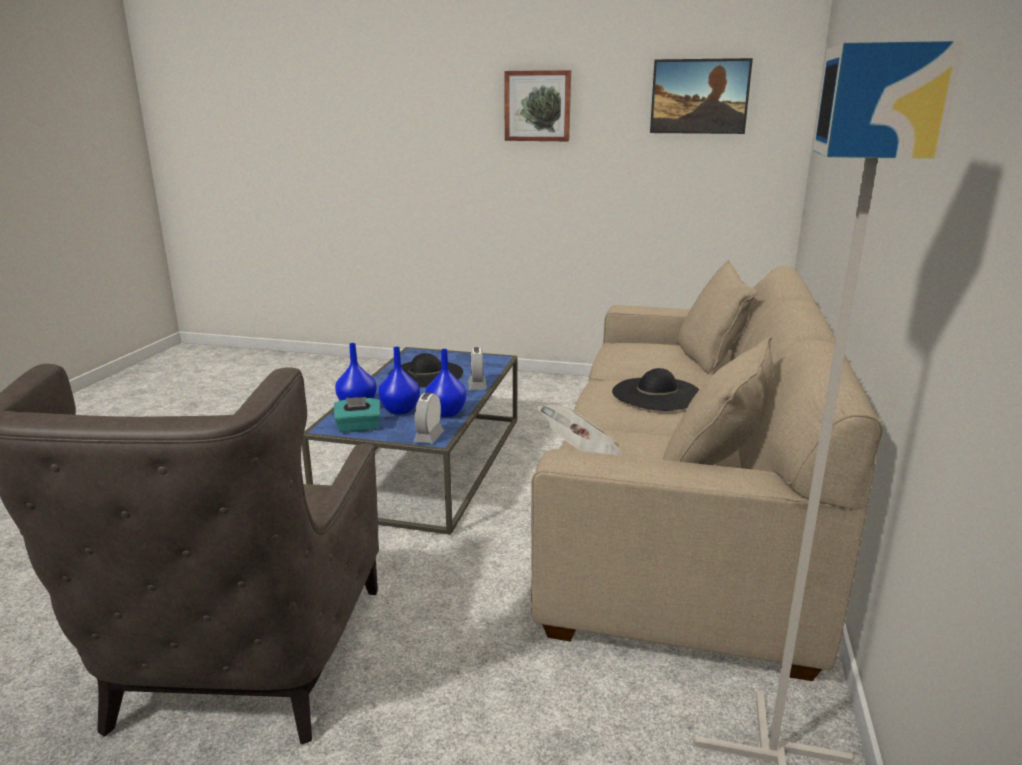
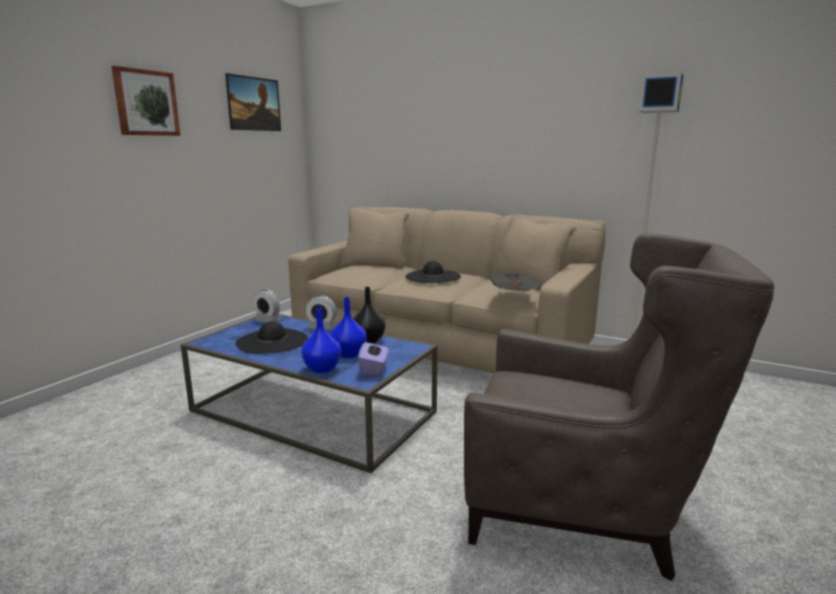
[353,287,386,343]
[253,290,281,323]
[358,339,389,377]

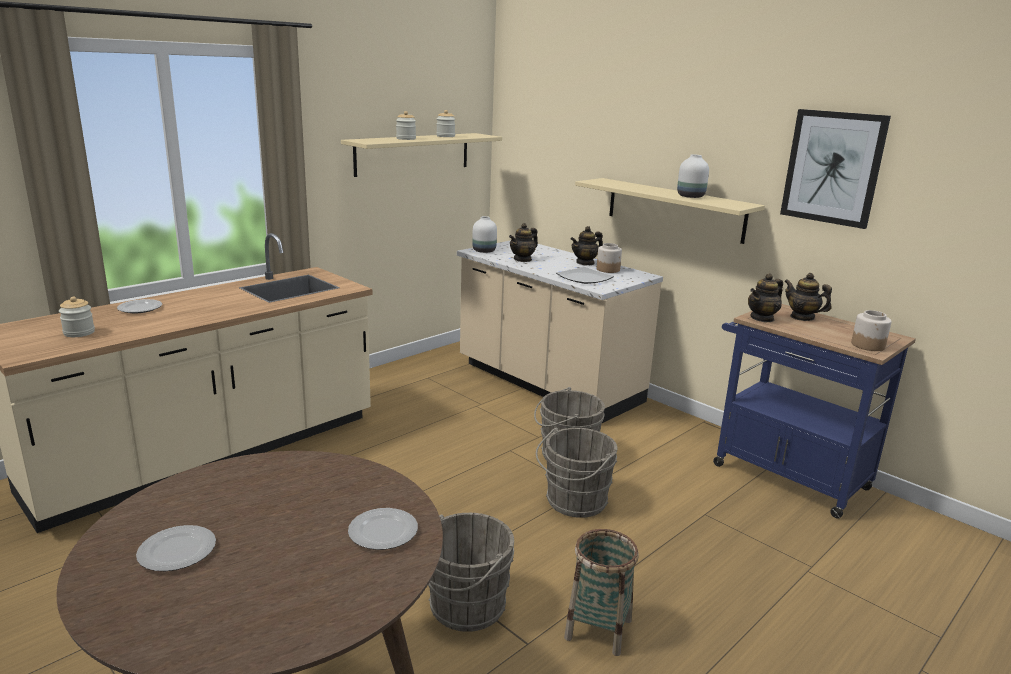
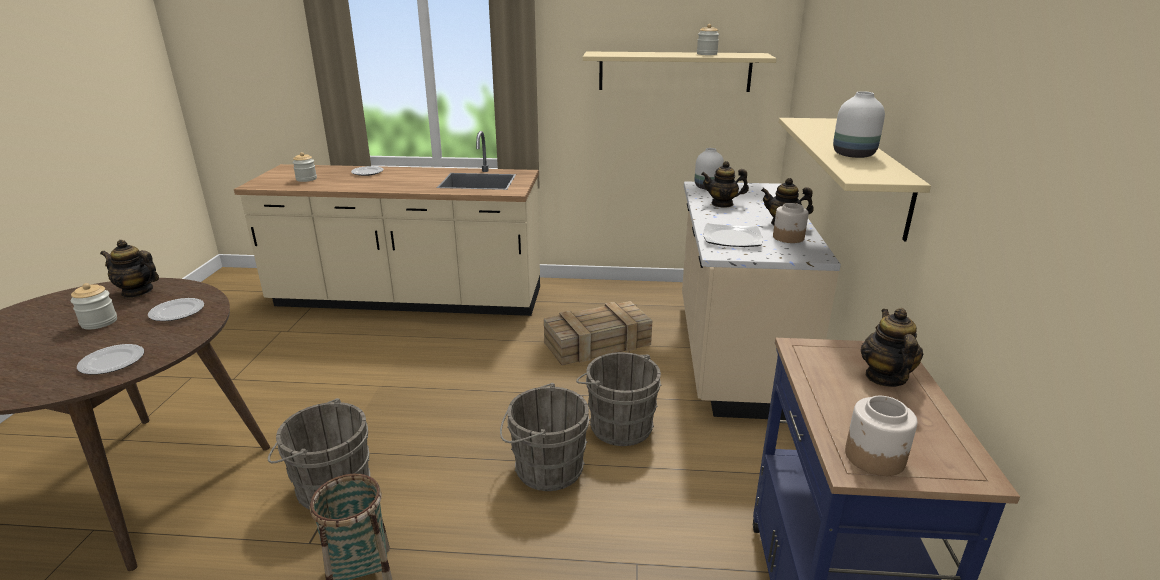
[780,109,891,229] (first image)
[71,283,117,330]
[100,240,159,298]
[148,298,204,321]
[544,301,652,365]

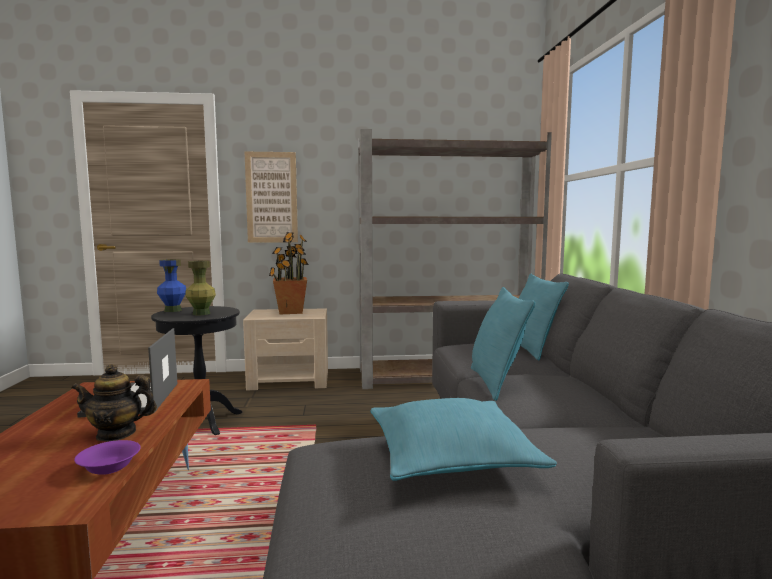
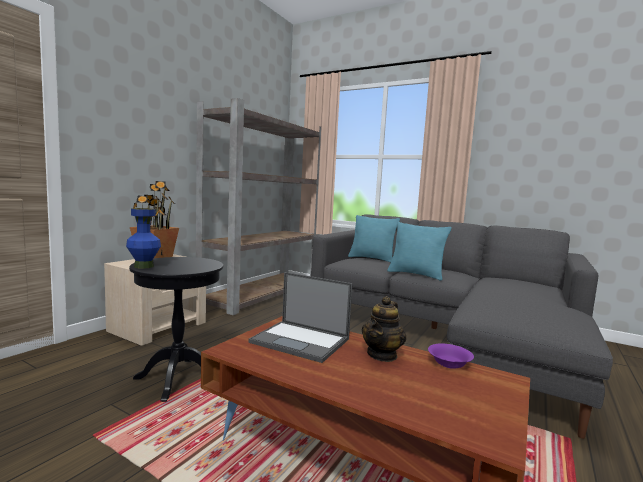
[245,152,298,243] (first image)
[185,261,216,315] (first image)
[370,398,557,481] (first image)

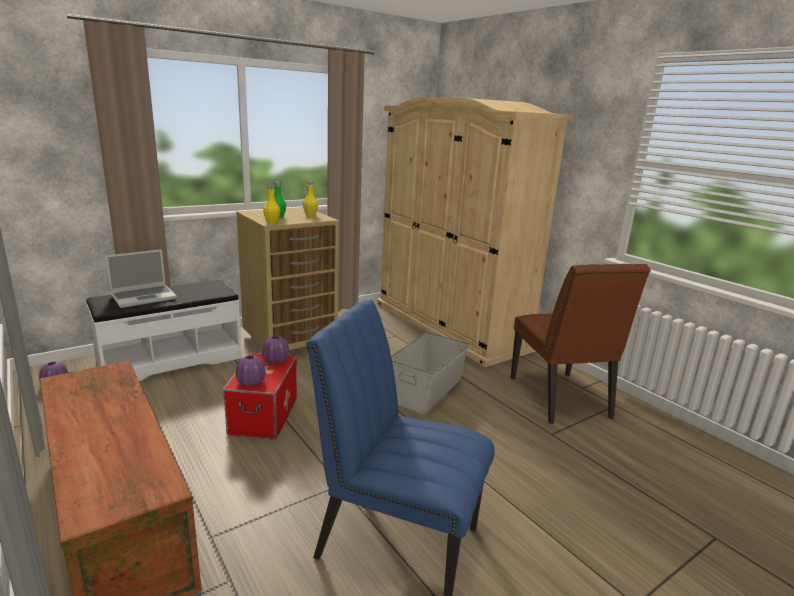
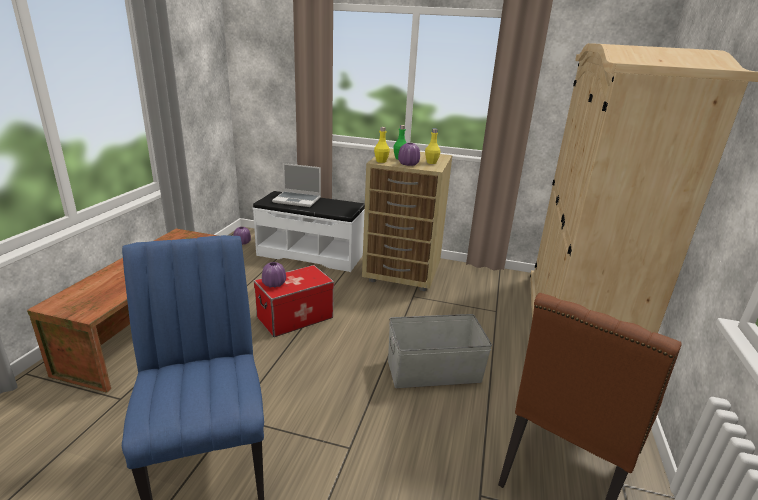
[398,143,420,166]

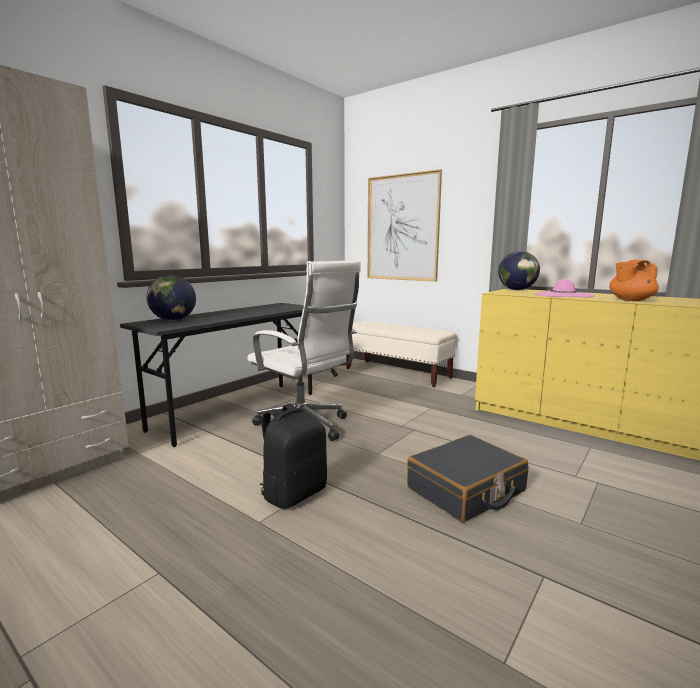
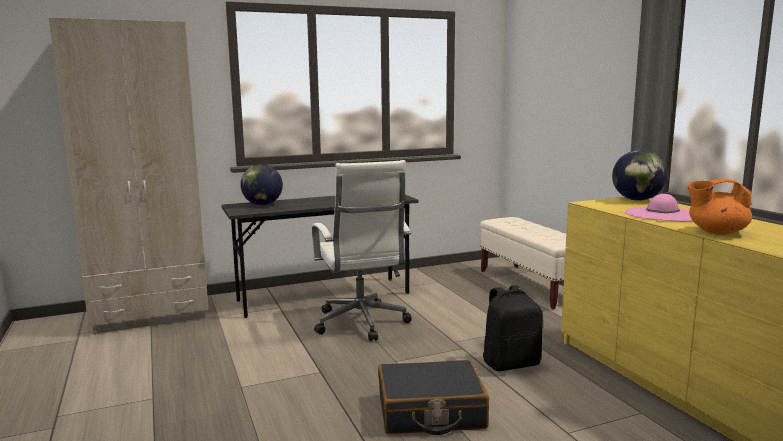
[367,169,442,282] (first image)
[483,285,543,371]

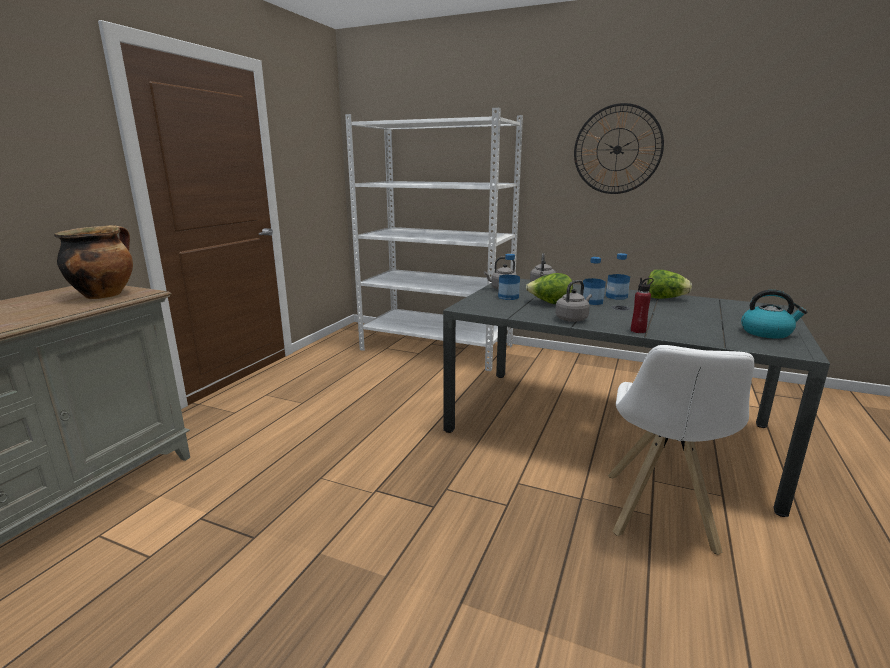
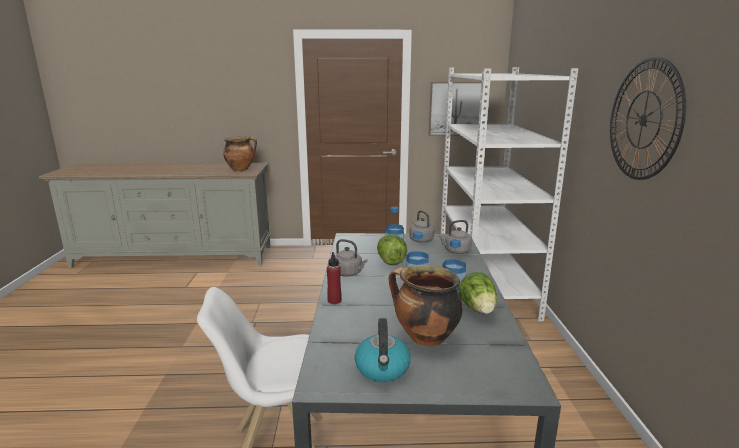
[429,82,482,136]
[388,265,463,347]

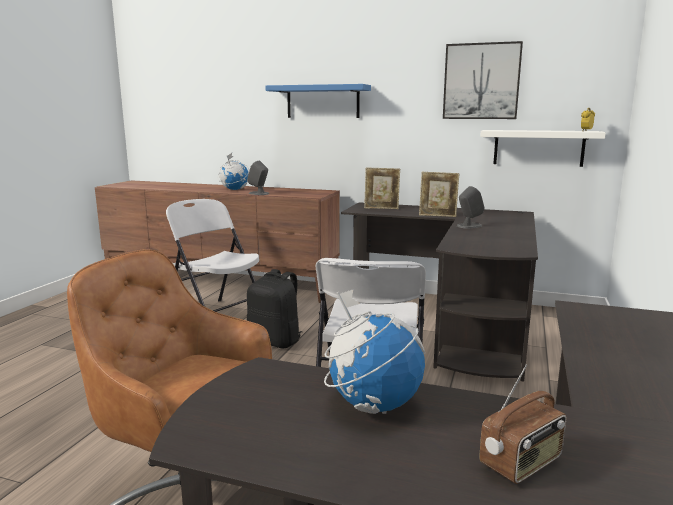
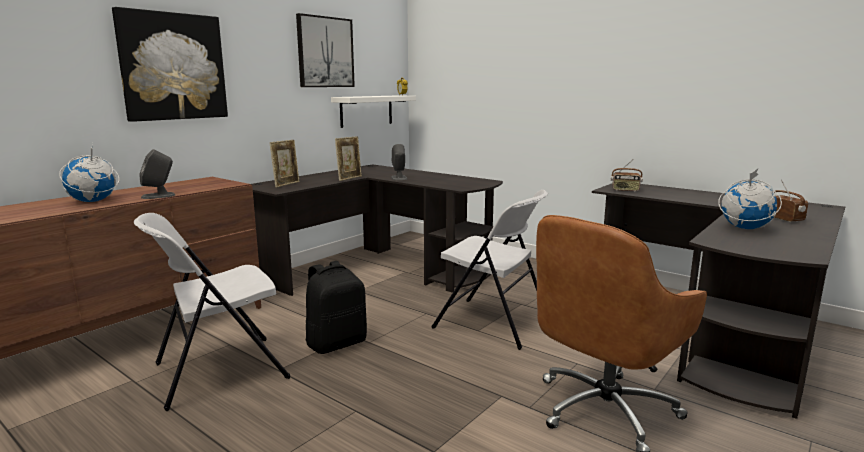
[112,7,228,122]
[611,160,643,191]

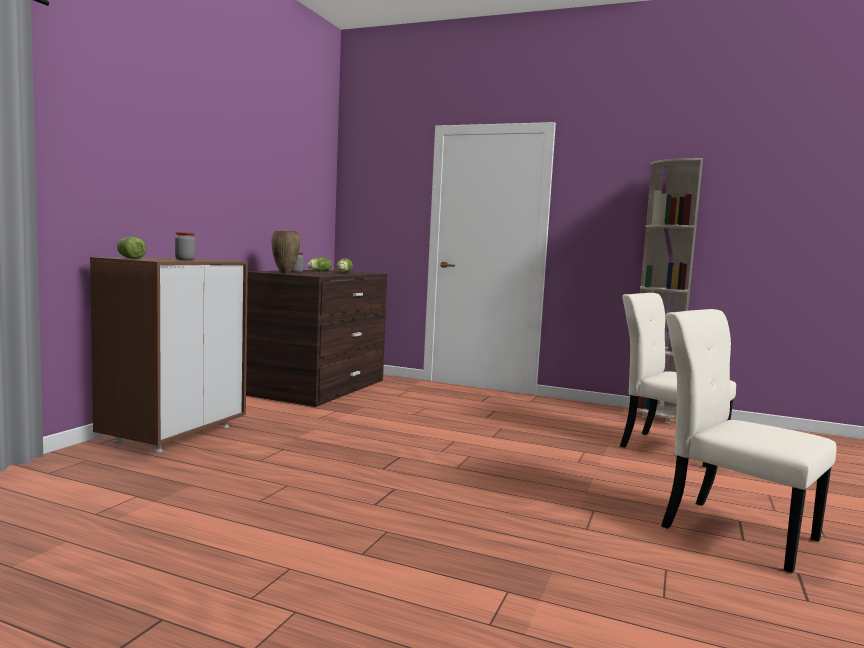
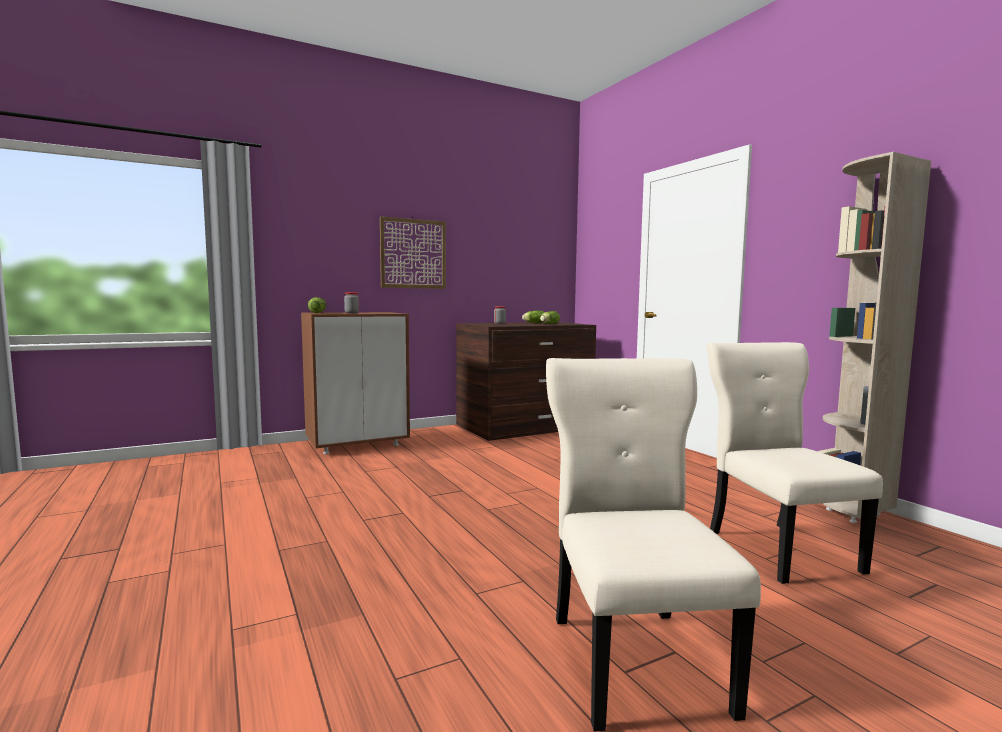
[272,231,300,274] (first image)
[380,216,446,289]

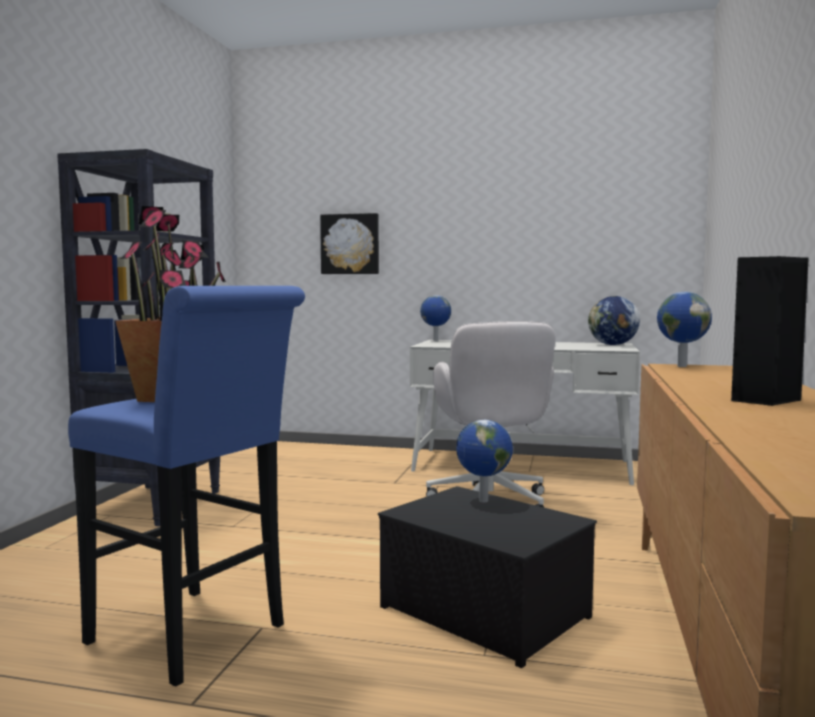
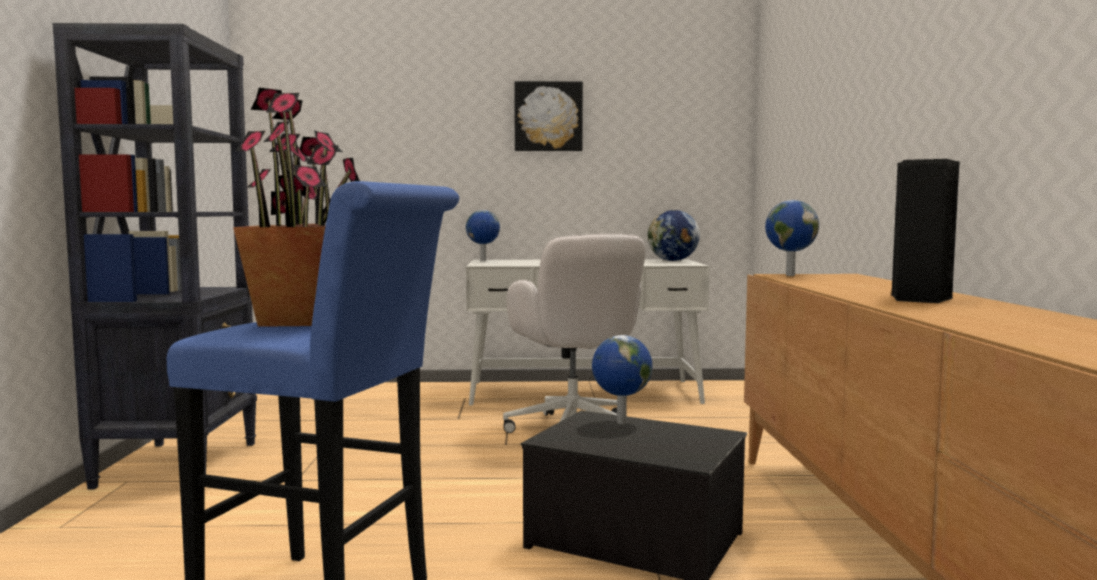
[514,81,583,151]

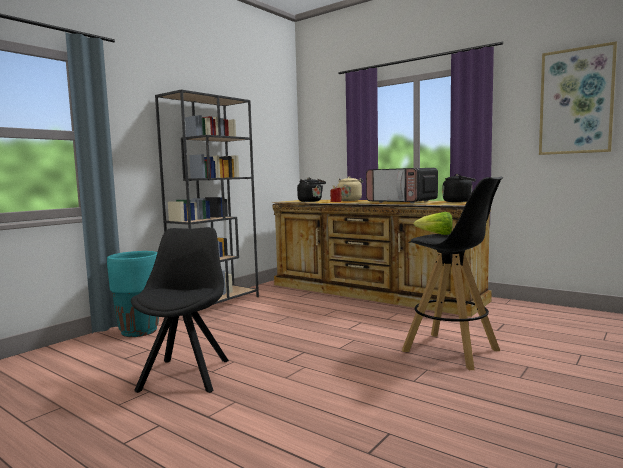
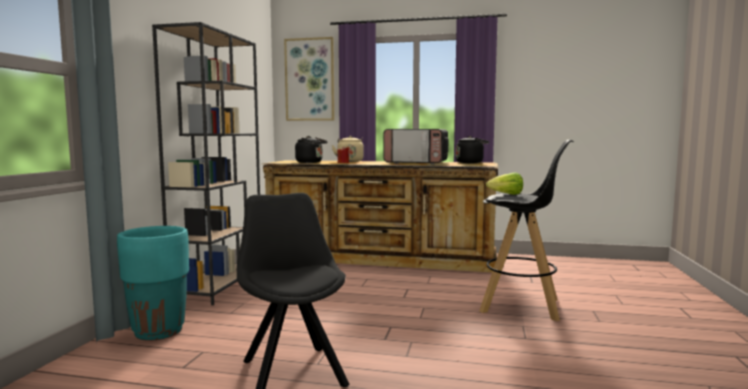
[284,37,335,121]

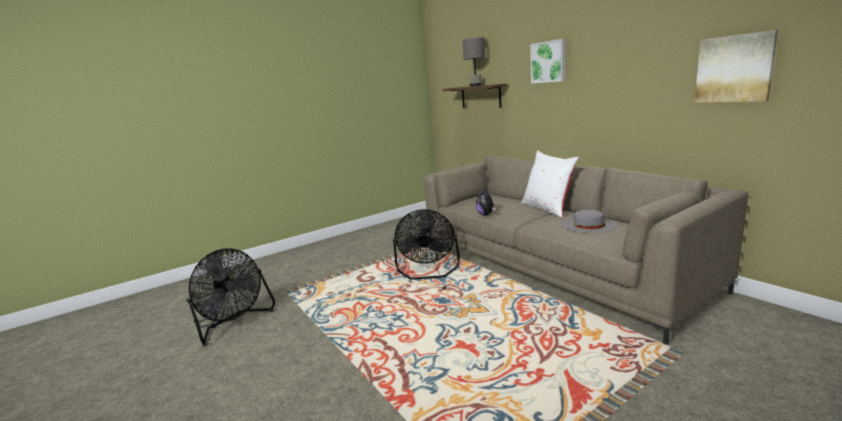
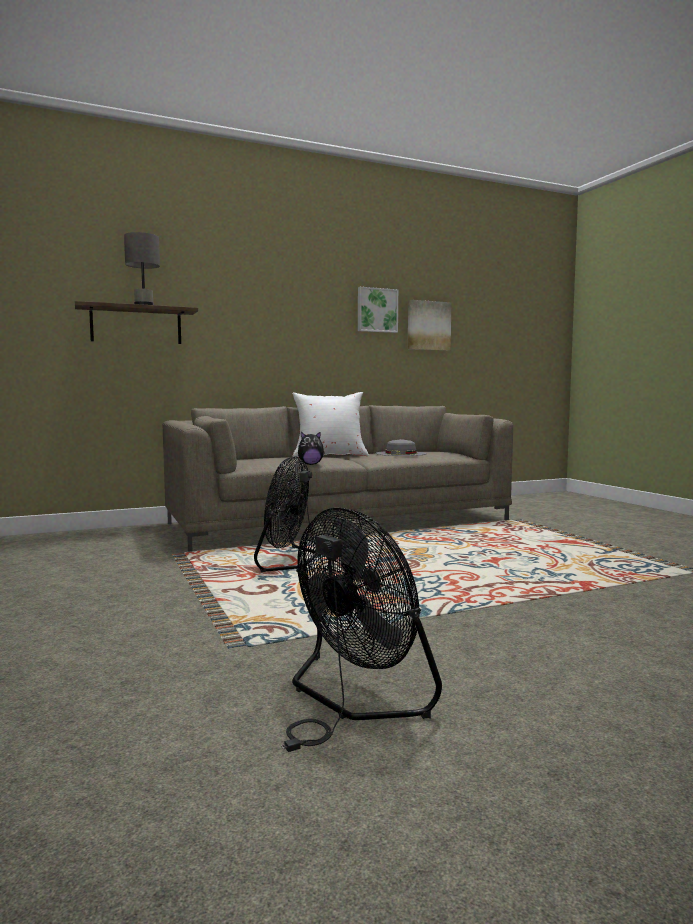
[358,287,398,333]

